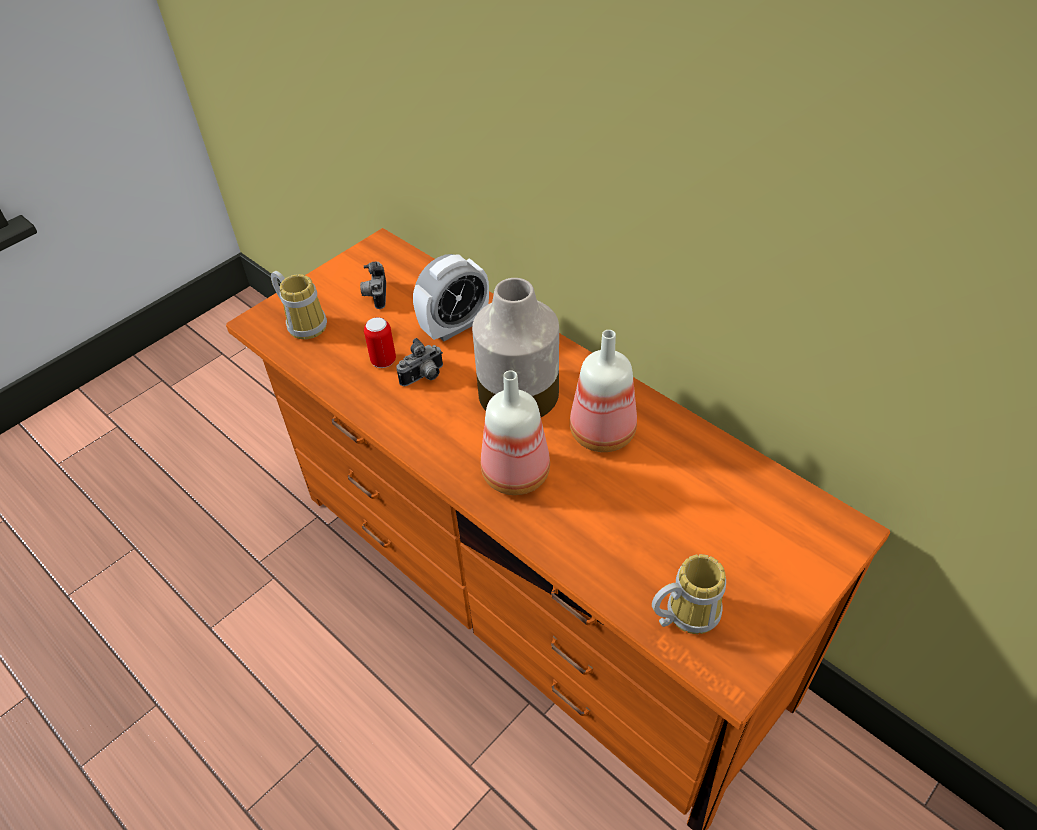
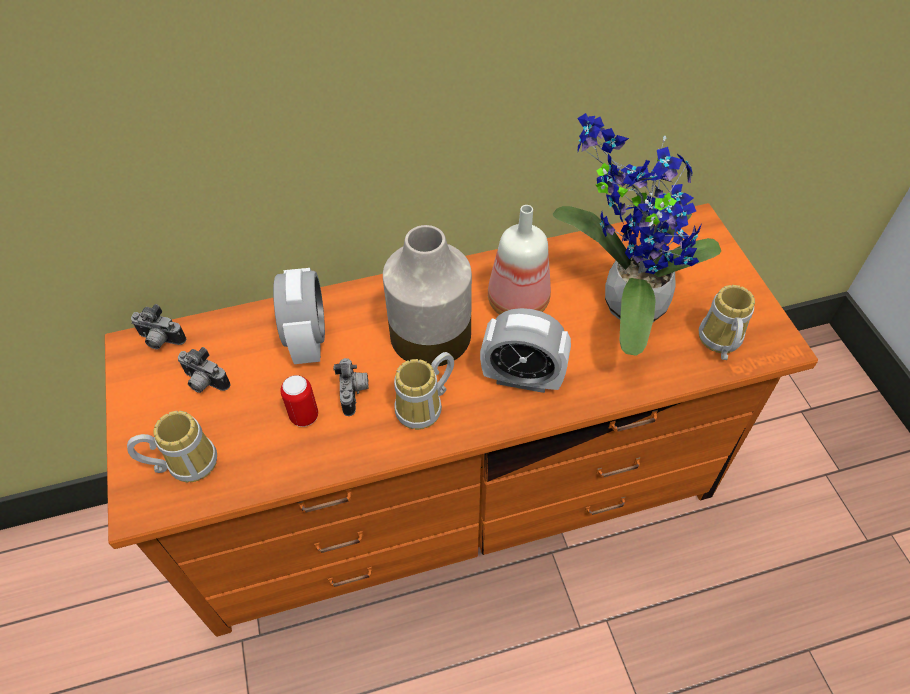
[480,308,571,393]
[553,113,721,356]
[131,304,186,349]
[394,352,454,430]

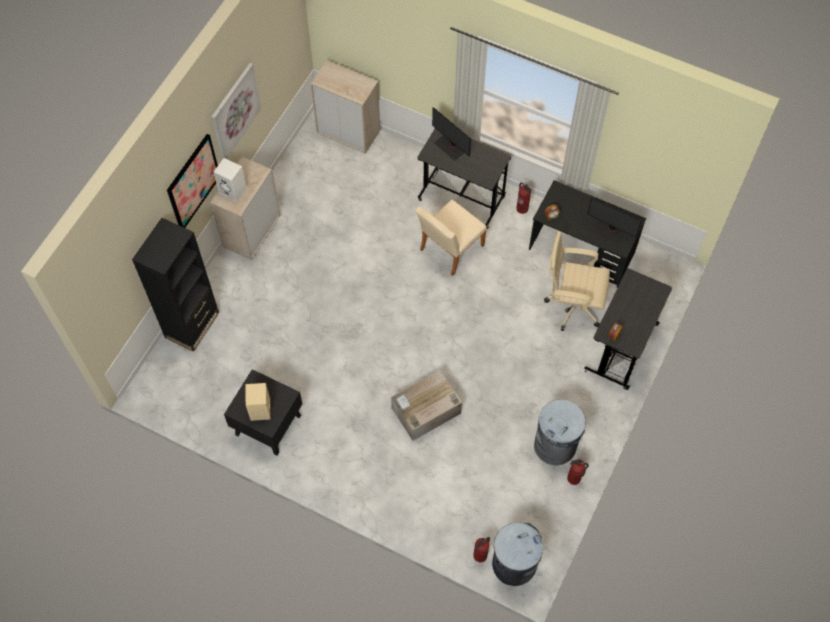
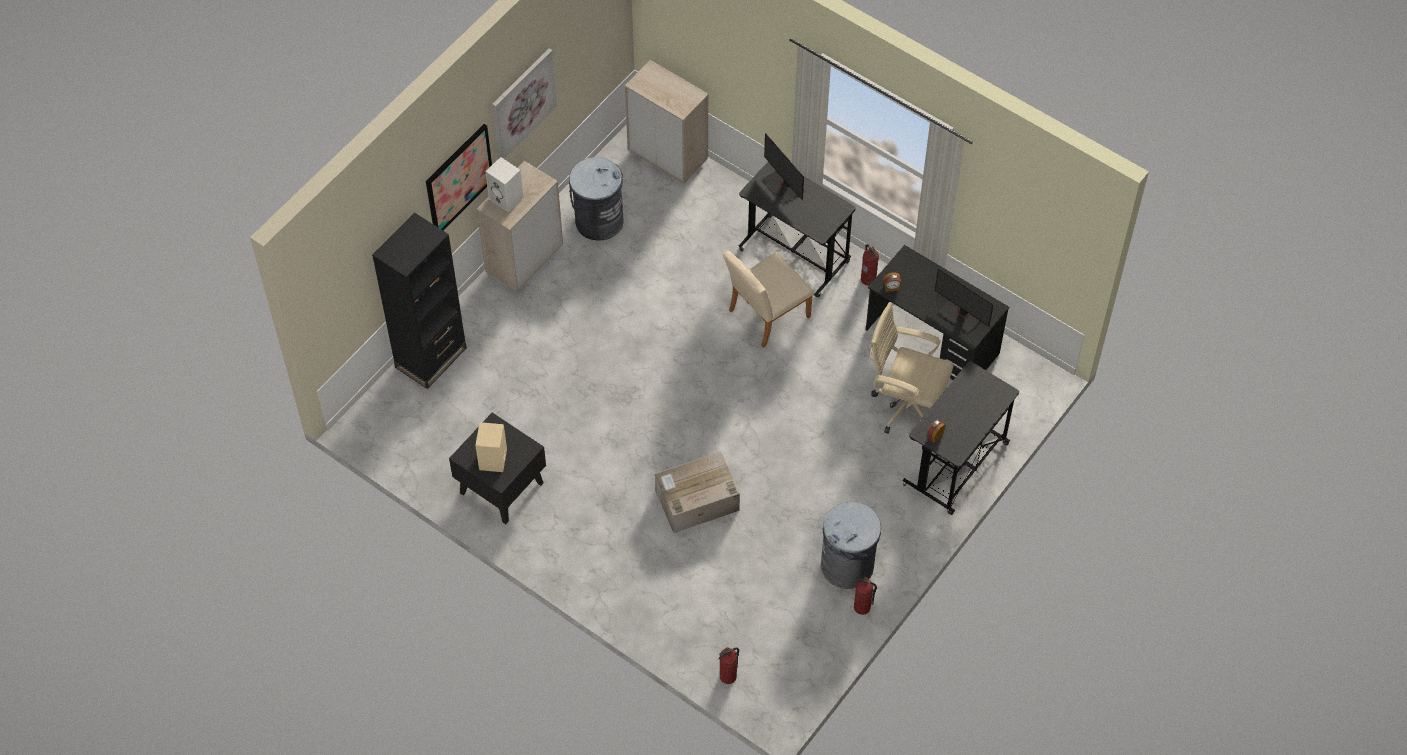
[569,157,624,241]

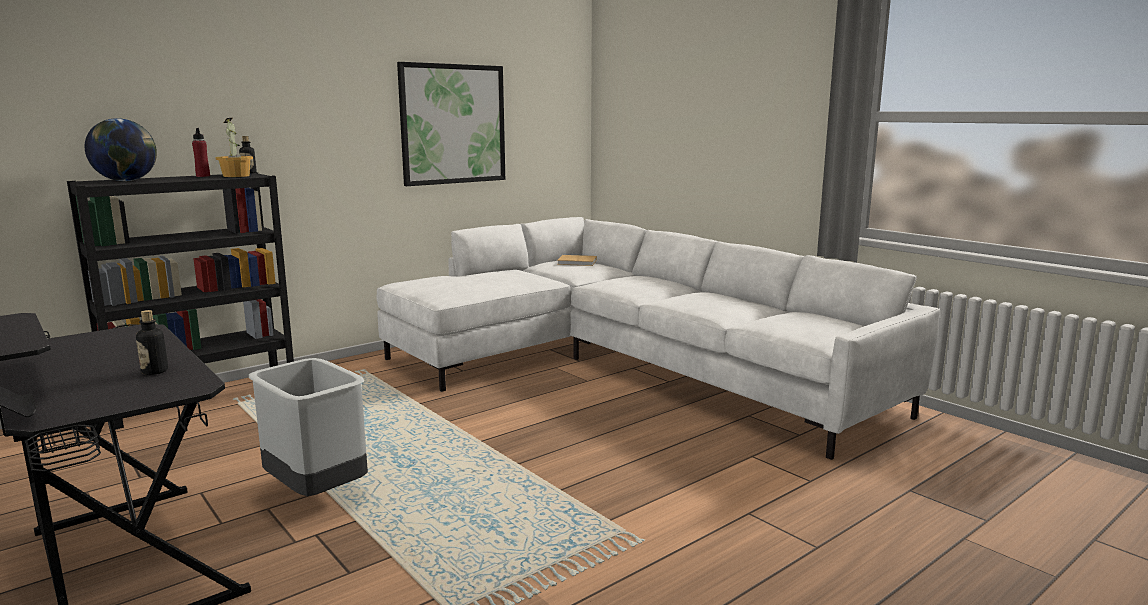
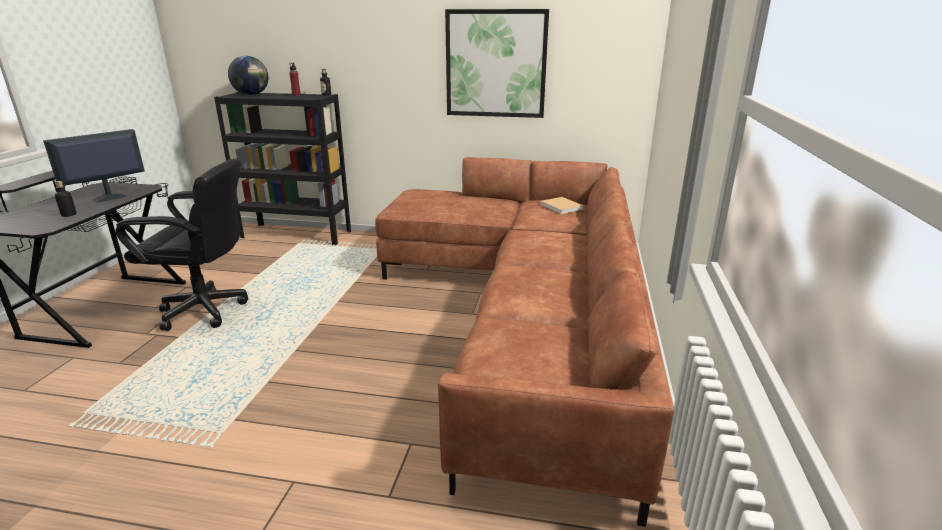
[215,118,253,177] (first image)
[375,157,674,527]
[116,158,248,331]
[43,129,145,202]

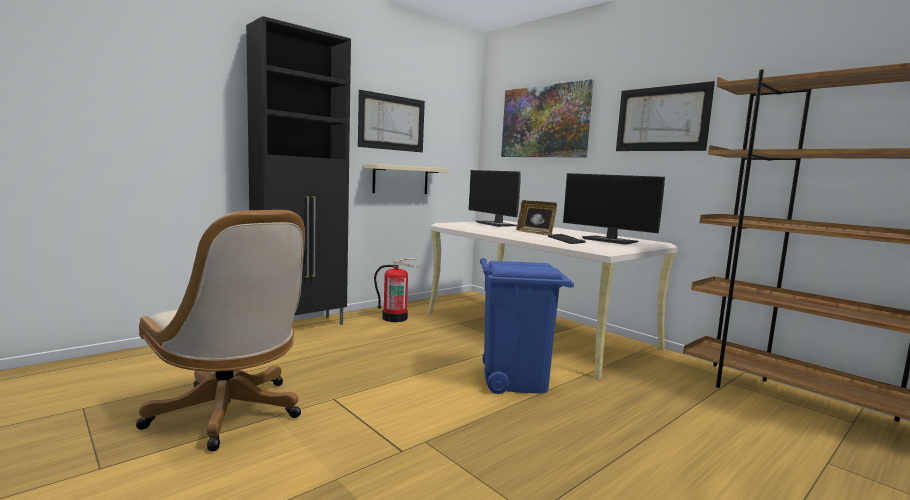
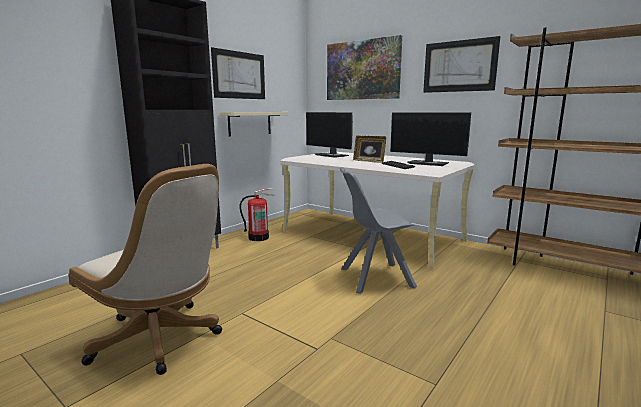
[340,167,417,294]

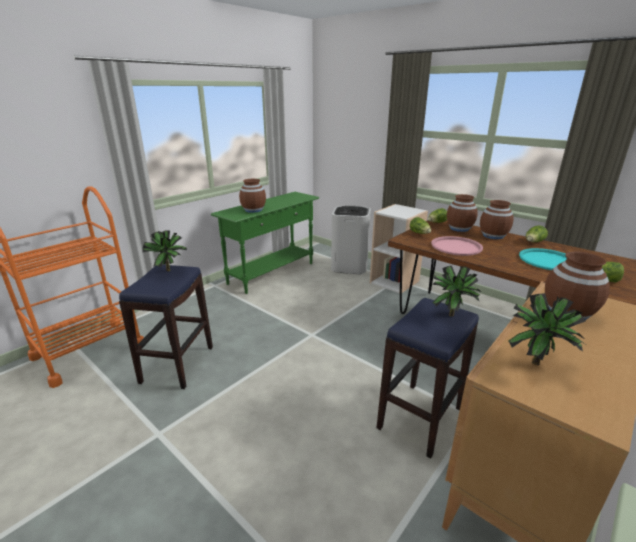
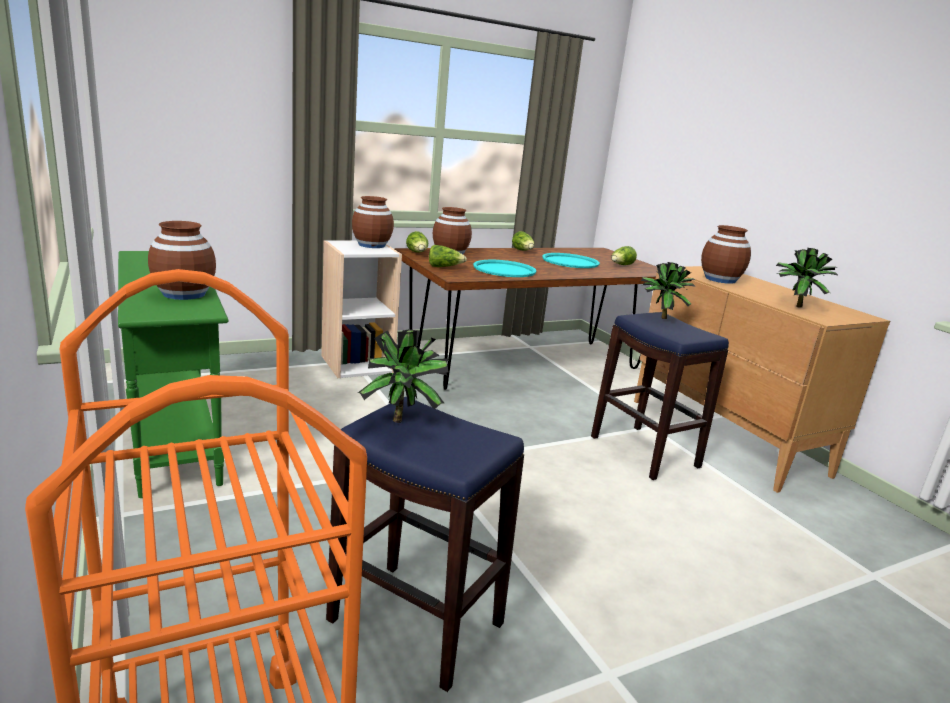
[352,196,394,248]
[331,205,371,274] (first image)
[473,260,537,277]

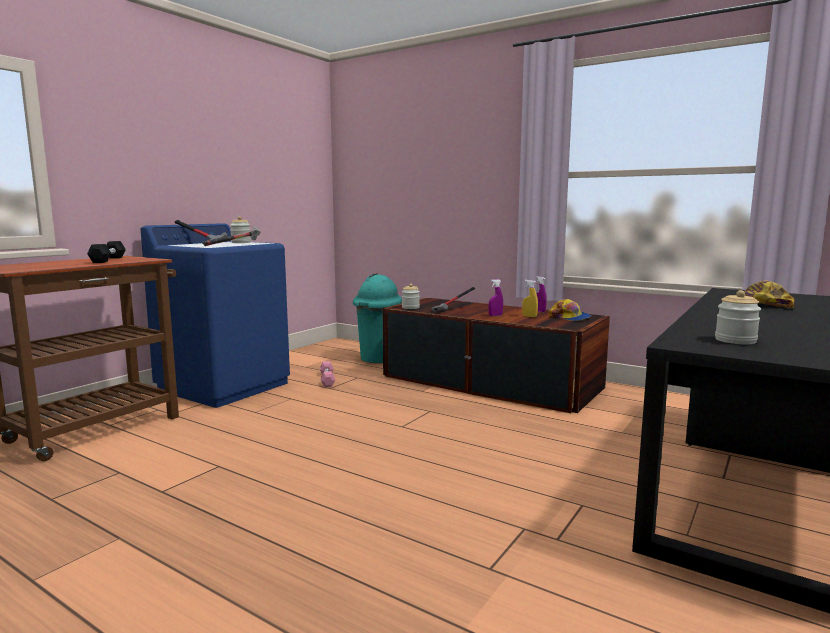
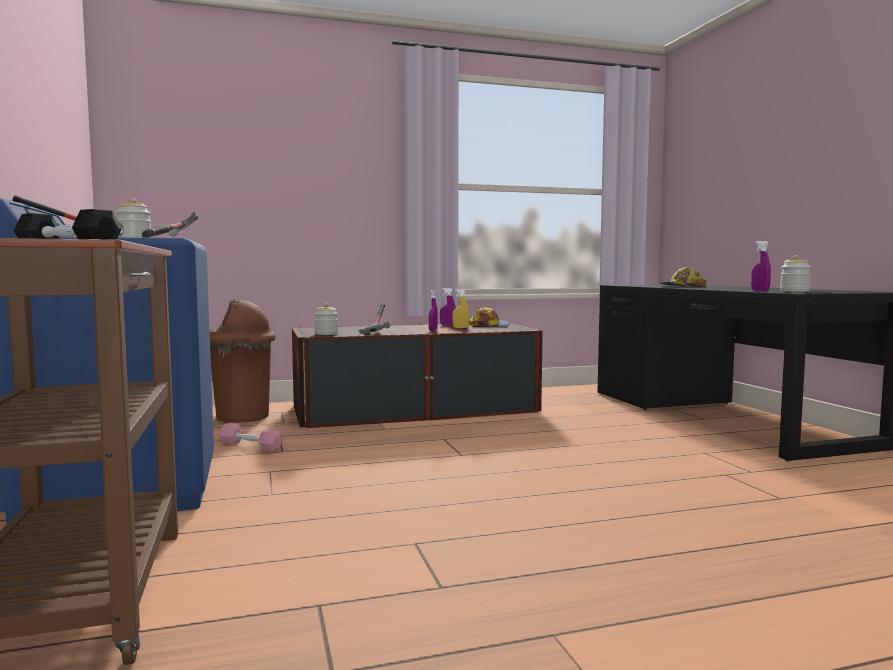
[210,299,276,423]
[751,241,771,291]

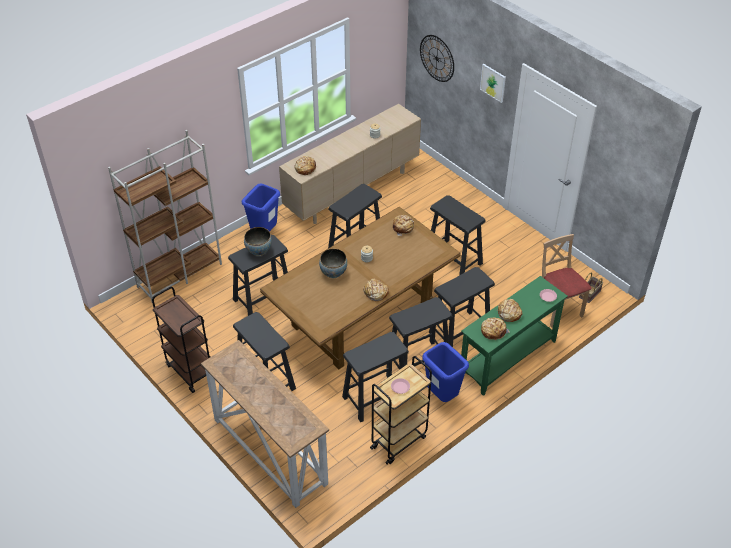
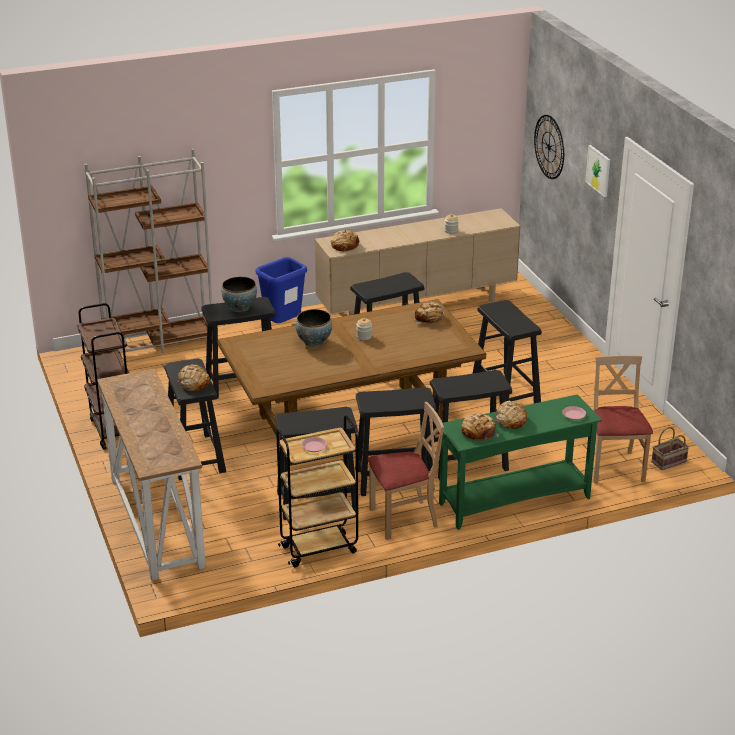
[178,364,210,391]
[368,402,444,540]

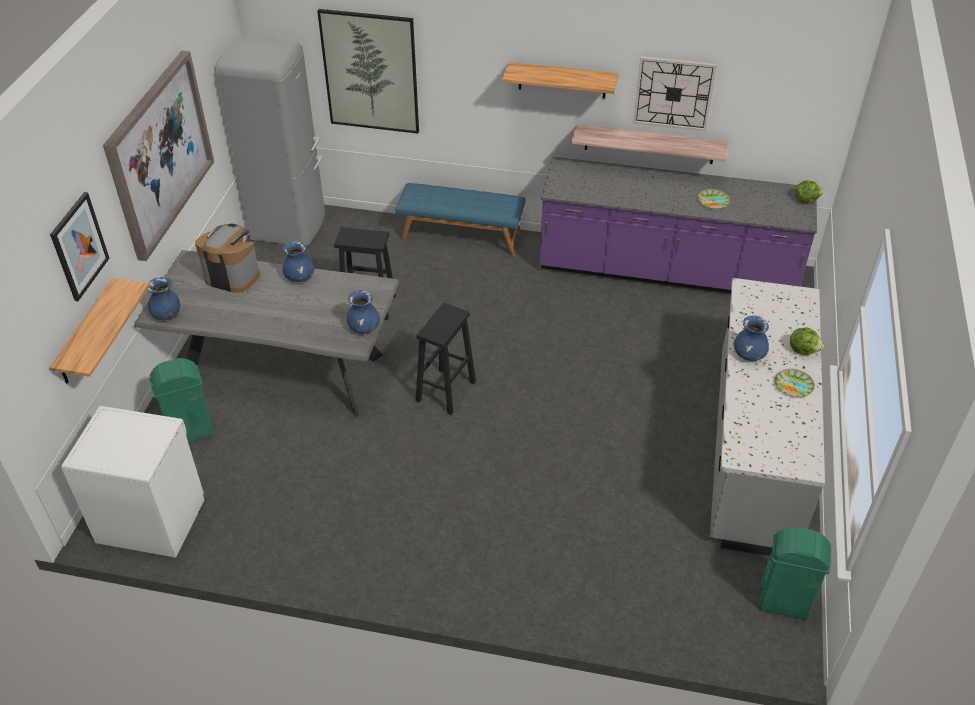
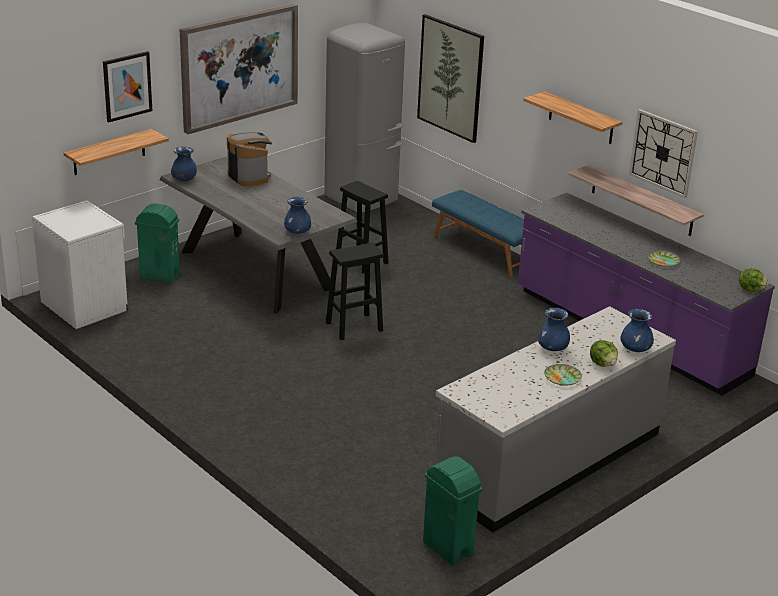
[620,309,654,352]

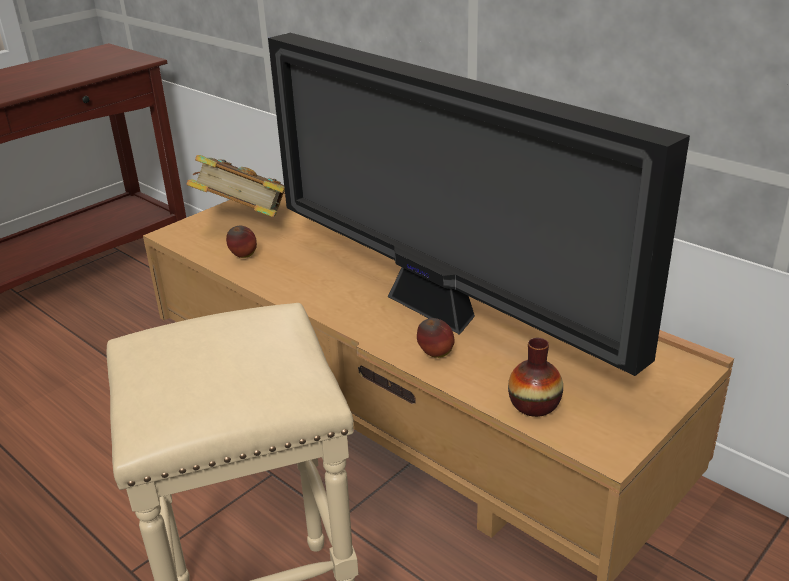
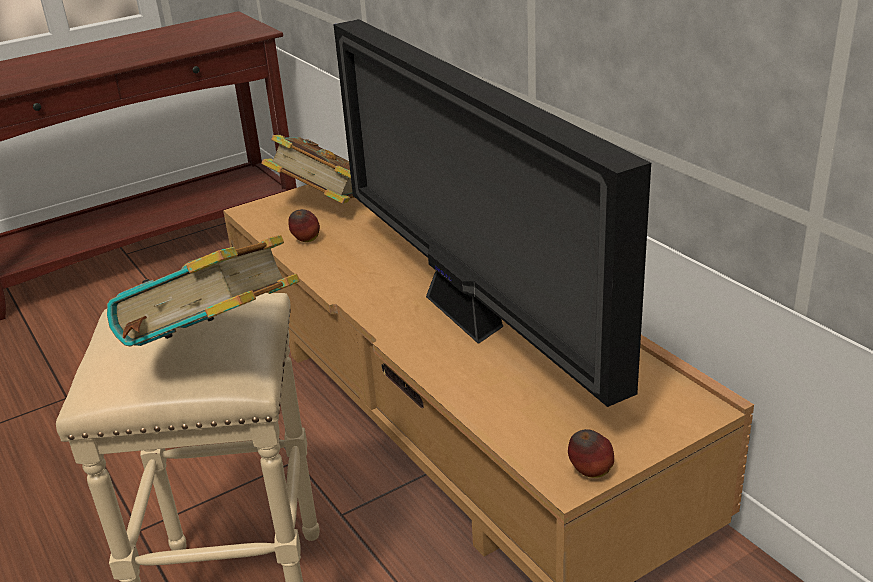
[568,429,614,478]
[508,338,563,417] (first image)
[107,235,300,347]

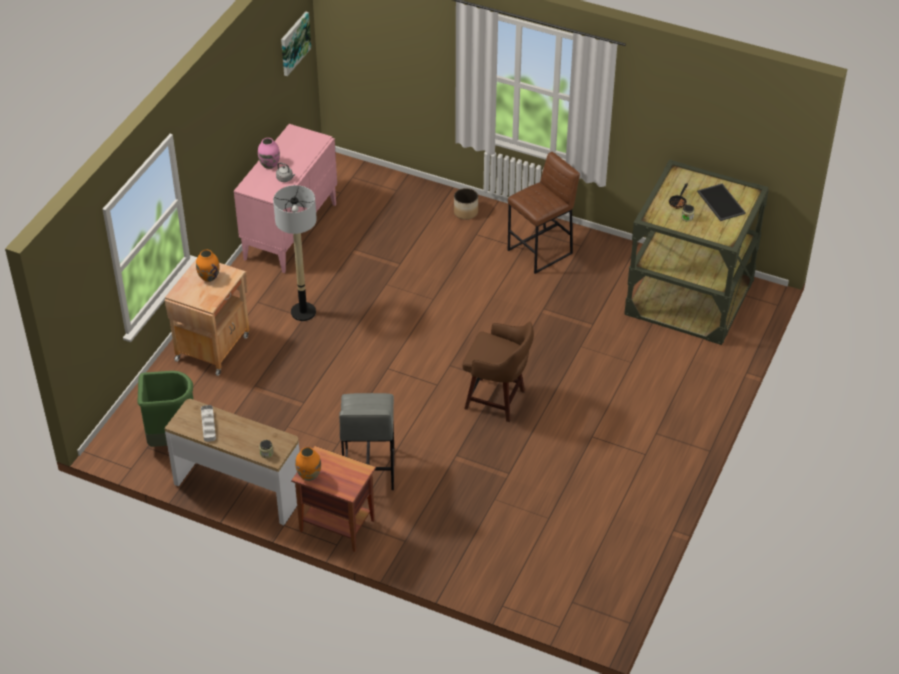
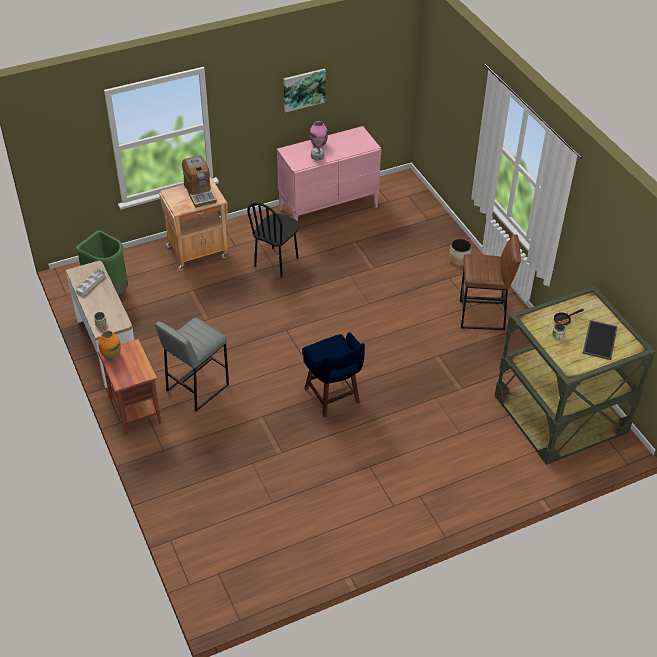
[284,69,326,113]
[247,203,299,278]
[182,155,217,208]
[302,332,365,417]

